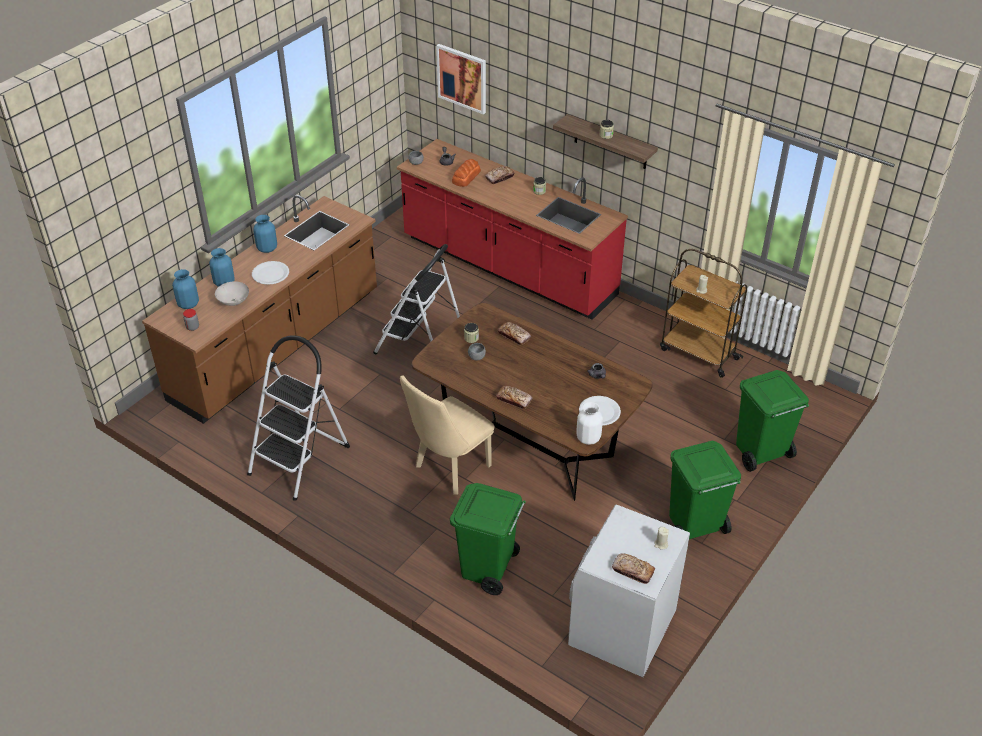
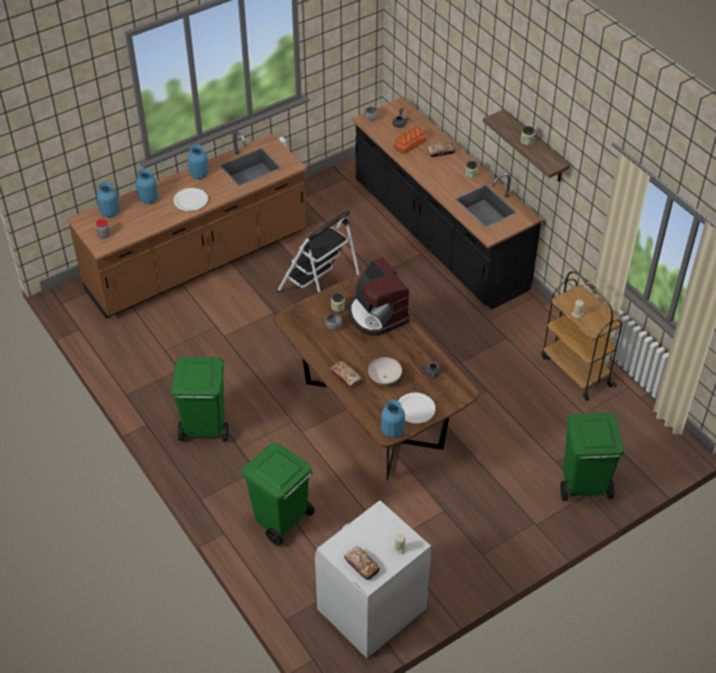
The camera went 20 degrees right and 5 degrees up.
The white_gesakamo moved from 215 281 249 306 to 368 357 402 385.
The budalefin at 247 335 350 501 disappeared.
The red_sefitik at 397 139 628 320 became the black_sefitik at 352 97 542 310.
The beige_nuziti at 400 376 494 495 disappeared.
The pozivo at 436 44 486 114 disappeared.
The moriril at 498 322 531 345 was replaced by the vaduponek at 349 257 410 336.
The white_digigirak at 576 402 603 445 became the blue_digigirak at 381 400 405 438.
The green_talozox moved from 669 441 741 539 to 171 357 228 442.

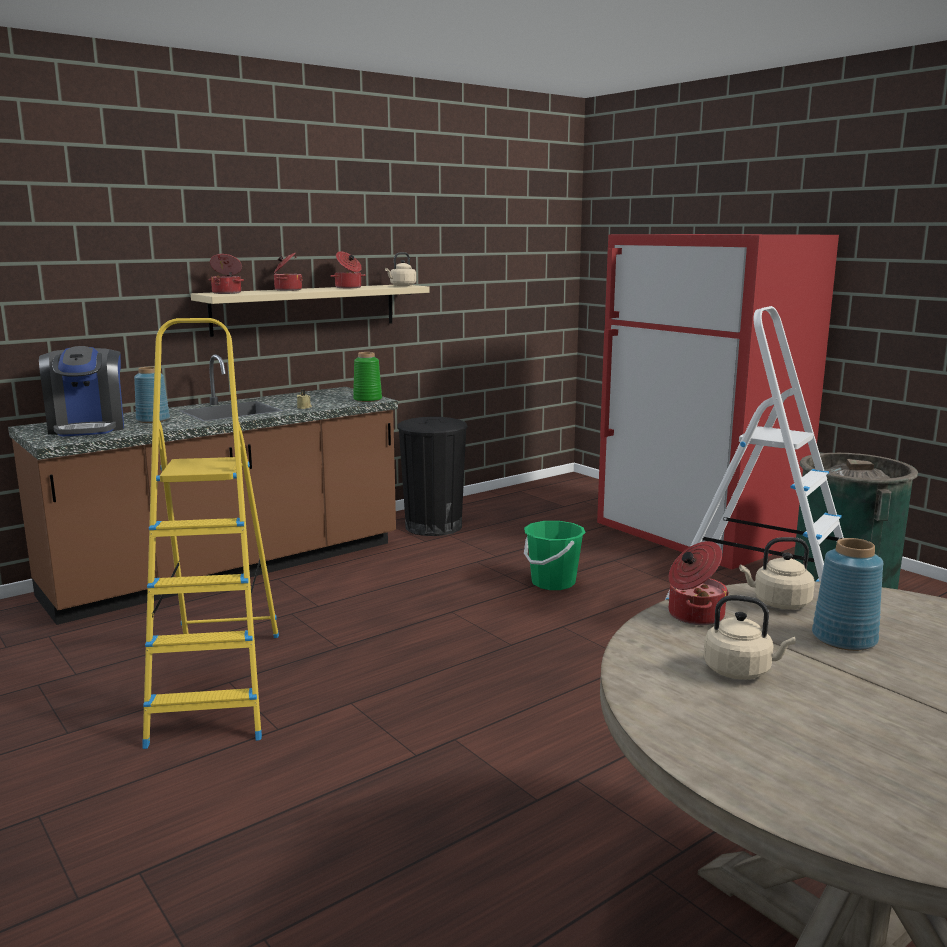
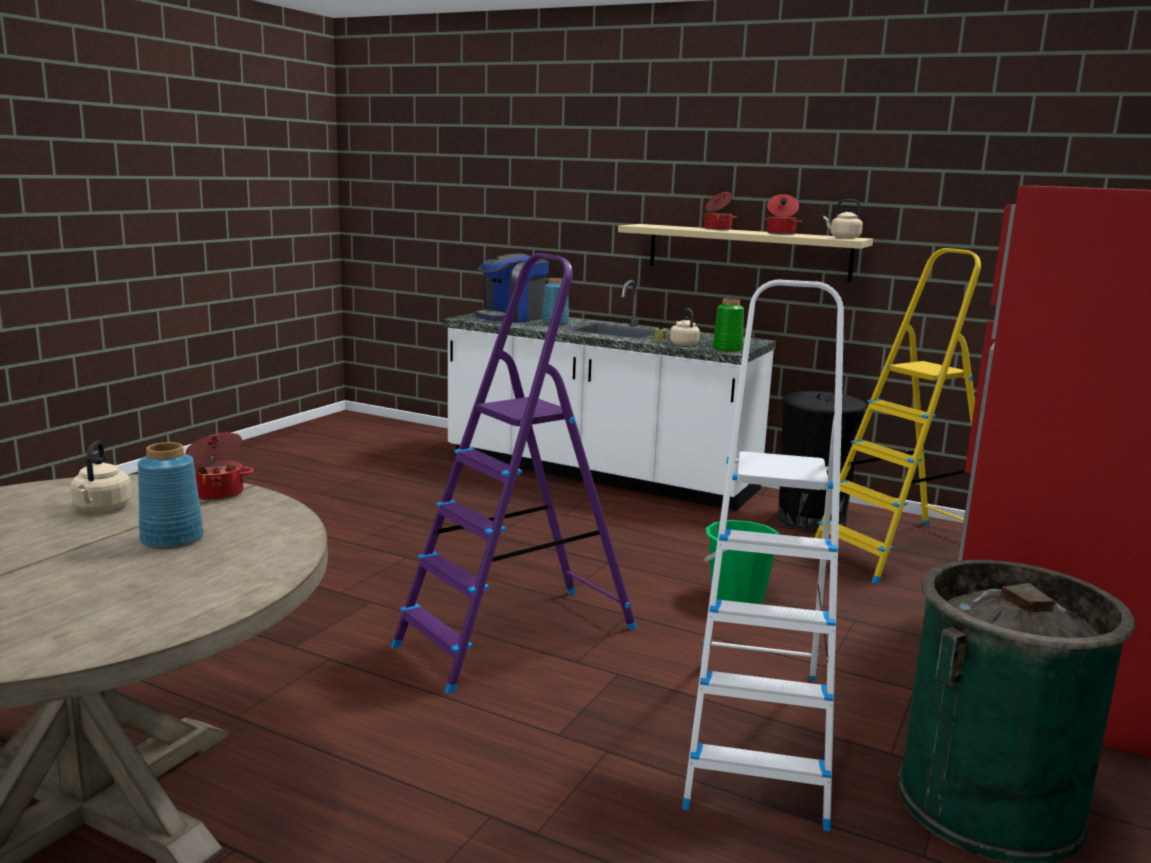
The camera went 65 degrees right and 0 degrees up.
The brown_sefitik at 8 354 398 625 became the white_sefitik at 443 280 776 511.
The yellow_budalefin moved from 142 318 279 749 to 814 248 981 583.
The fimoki at 208 254 244 294 disappeared.
The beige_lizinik moved from 739 537 815 609 to 670 308 700 346.
The purple_budalefin at 391 253 637 694 appeared.

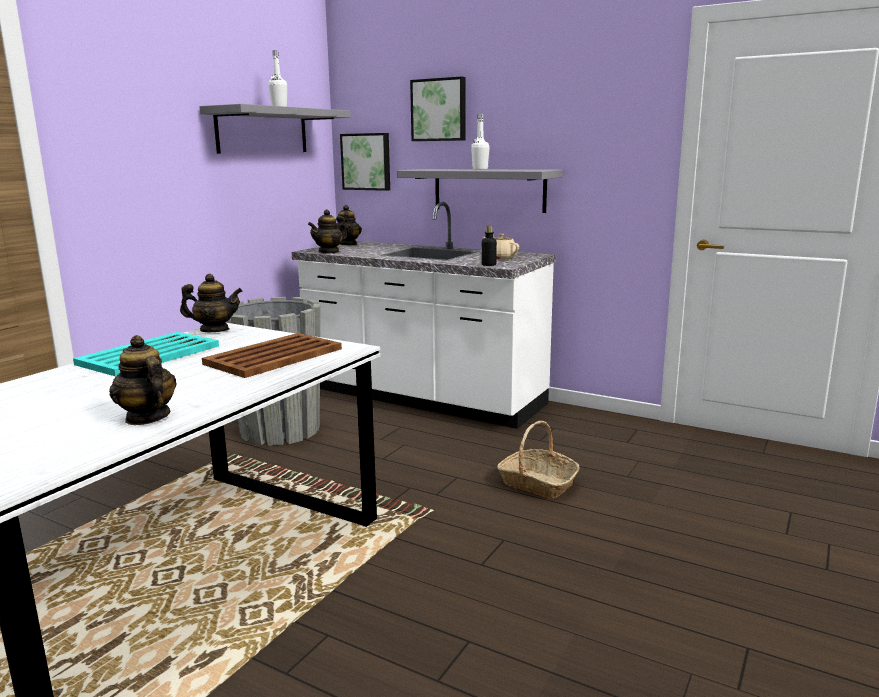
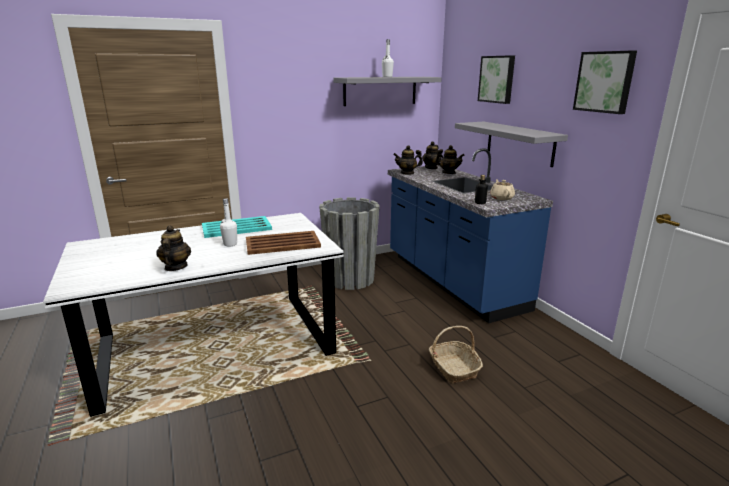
The camera went 35 degrees right and 5 degrees up.
The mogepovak moved from 180 274 242 332 to 435 145 465 174.
The white_sefitik at 291 202 556 429 became the blue_sefitik at 388 148 553 323.
The pozivo moved from 340 133 390 191 to 573 51 637 114.
The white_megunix moved from 471 114 490 170 to 220 198 237 246.

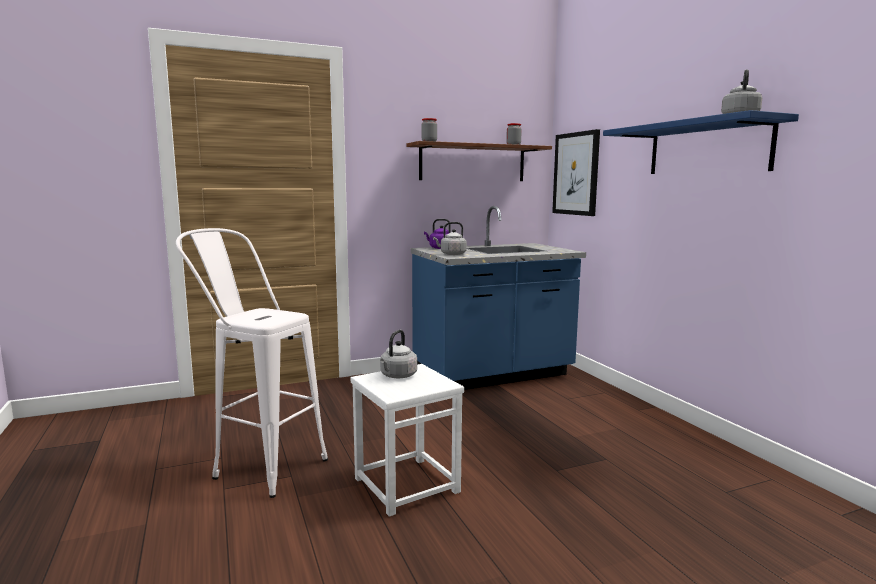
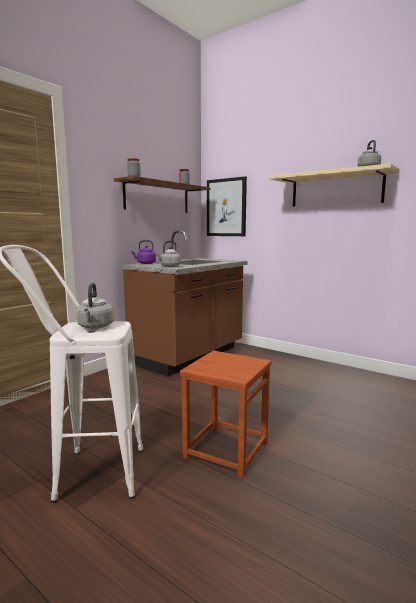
The camera went 30 degrees left and 0 degrees up.
The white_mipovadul at 351 364 464 517 became the brown_mipovadul at 180 351 272 478.
The grey_lizinik moved from 380 330 417 378 to 76 283 114 329.
The blue_sefitik at 411 206 586 390 became the brown_sefitik at 122 230 247 376.
The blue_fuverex at 603 110 799 174 became the beige_fuverex at 269 163 400 206.

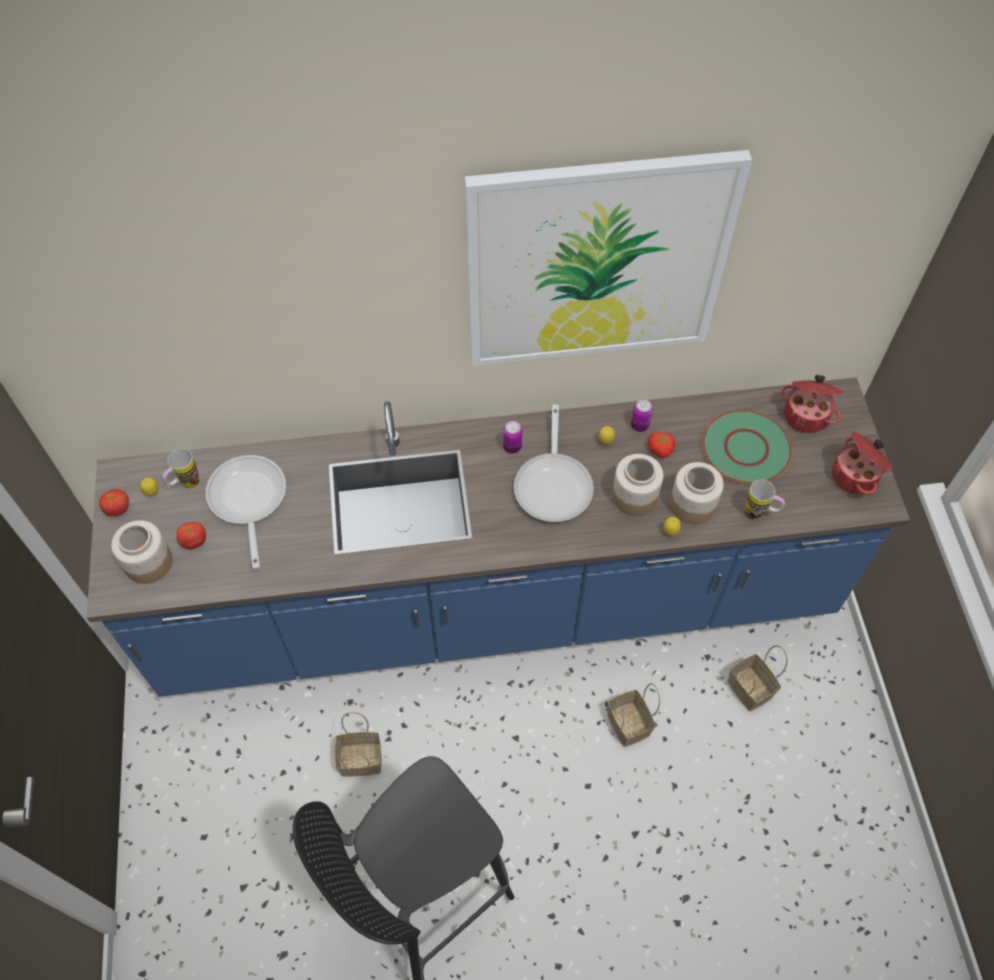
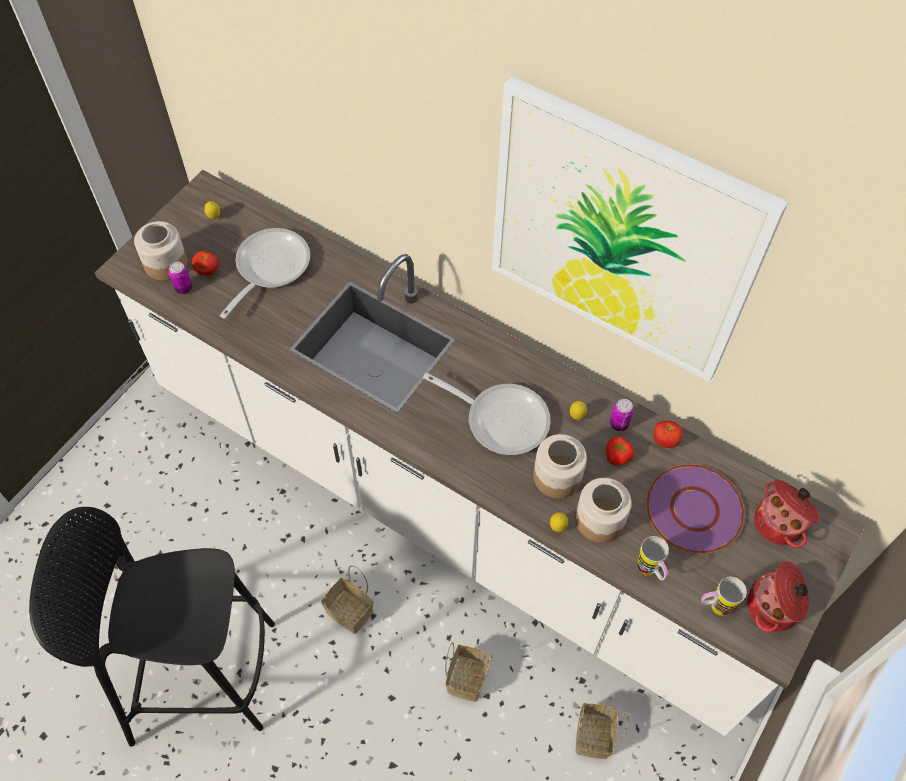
The camera went 40 degrees right and 0 degrees up.
The blue_sefitik at 87 377 910 697 became the white_sefitik at 95 170 866 736.
The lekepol moved from 99 489 129 516 to 654 421 683 448.
The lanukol moved from 162 448 199 488 to 701 577 747 616.
The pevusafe moved from 335 712 381 776 to 321 565 373 634.
The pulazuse moved from 503 421 522 453 to 168 262 193 294.
The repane at 514 404 594 522 turned 105 degrees counterclockwise.
The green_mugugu at 702 410 792 484 became the purple_mugugu at 646 464 744 554.

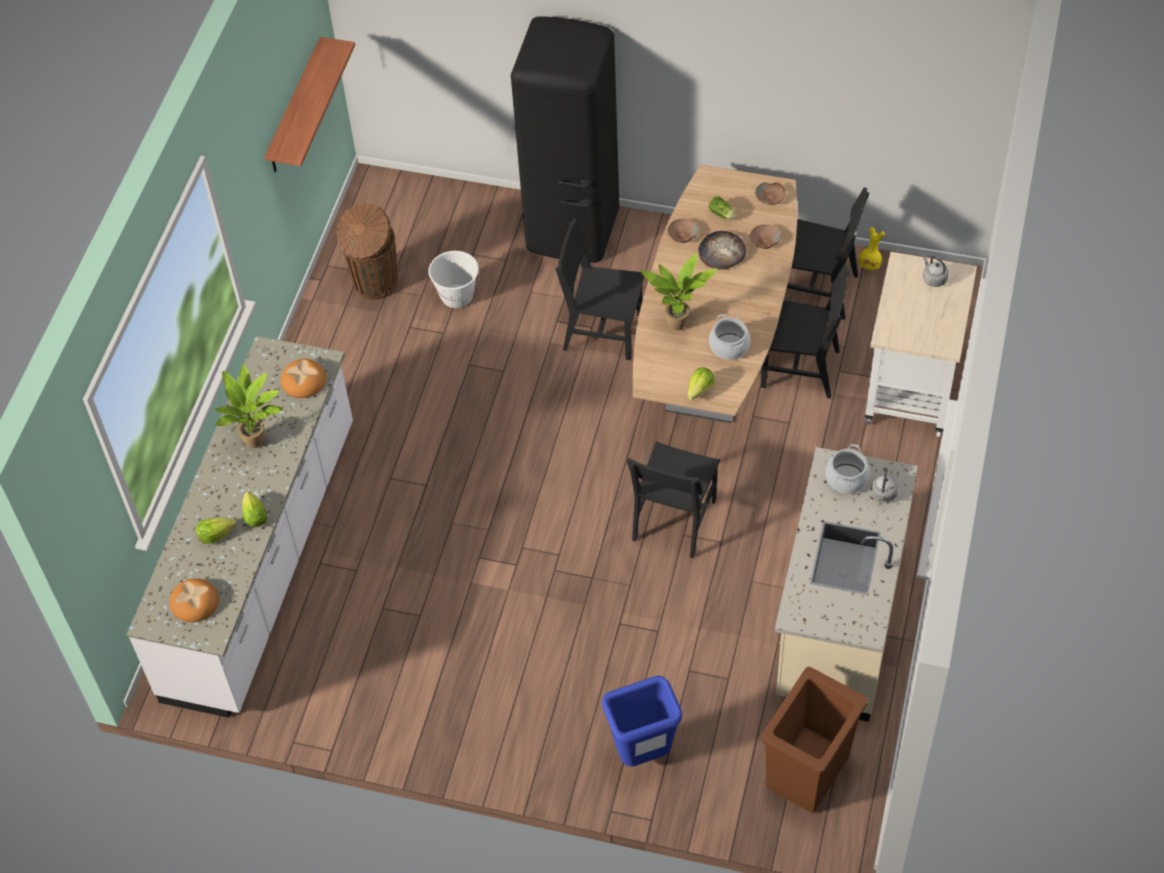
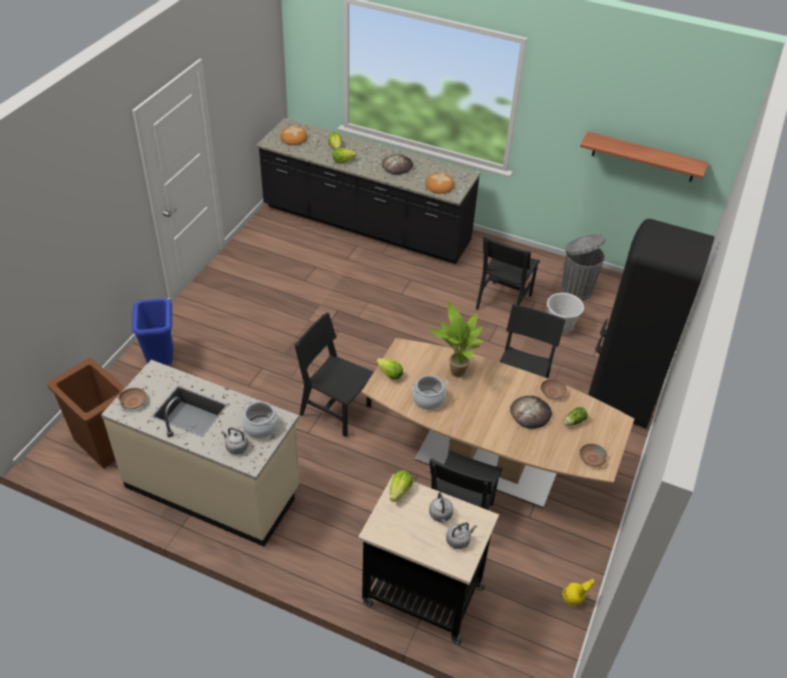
The camera went 95 degrees right and 10 degrees down.
The white_sefitik at 127 336 353 718 became the black_sefitik at 256 118 481 264.
The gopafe at 214 364 283 448 was replaced by the moriril at 382 154 413 175.
The brown_talozox at 337 203 398 300 became the grey_talozox at 561 234 606 301.
The brown_gesakamo moved from 750 224 781 249 to 118 388 147 409.
The black_nuziti moved from 787 187 869 320 to 476 236 540 310.
The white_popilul at 865 252 977 437 became the black_popilul at 358 474 499 645.
The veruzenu at 390 470 413 502 appeared.
The grey_lizinik at 429 492 453 523 appeared.

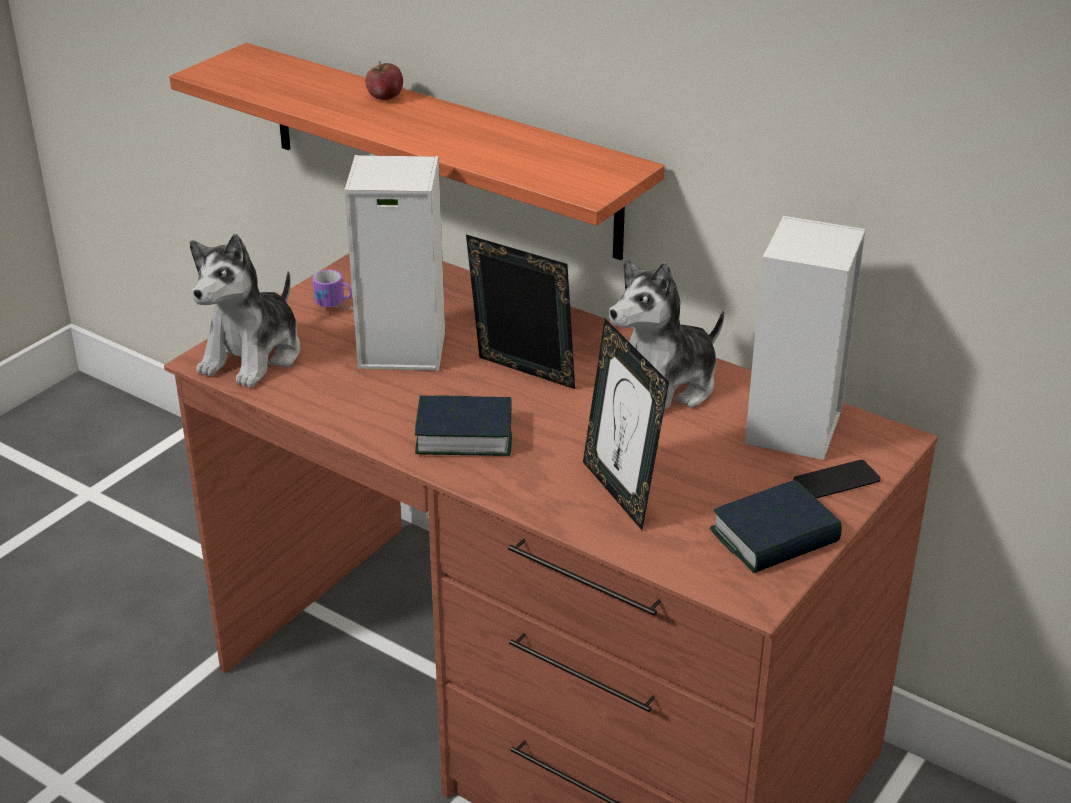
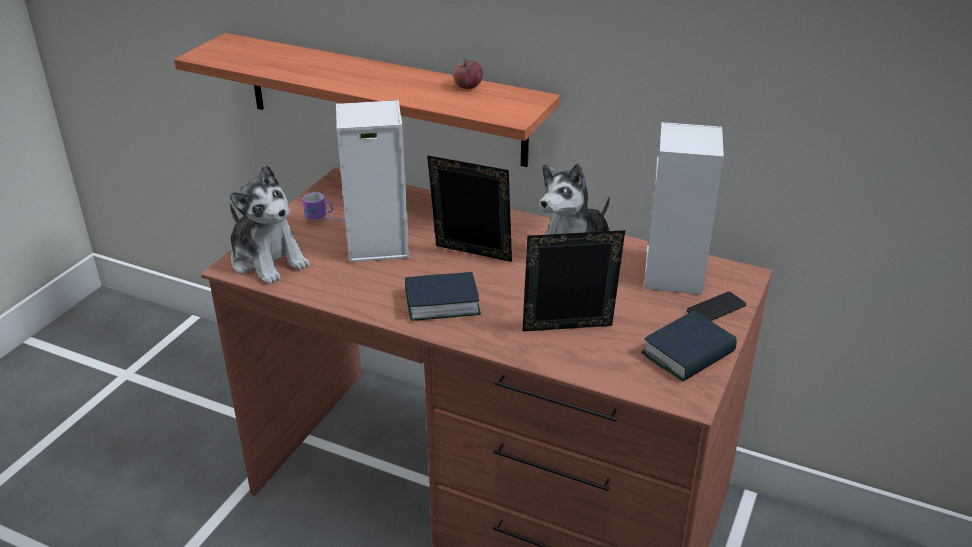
The camera went 10 degrees left and 0 degrees up.
The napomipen at 190 234 300 388 turned 60 degrees counterclockwise.
The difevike moved from 365 61 403 100 to 453 59 483 89.
The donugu at 583 319 669 530 turned 120 degrees clockwise.

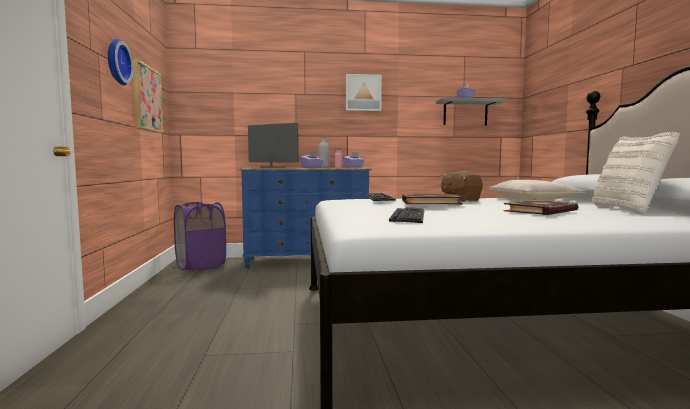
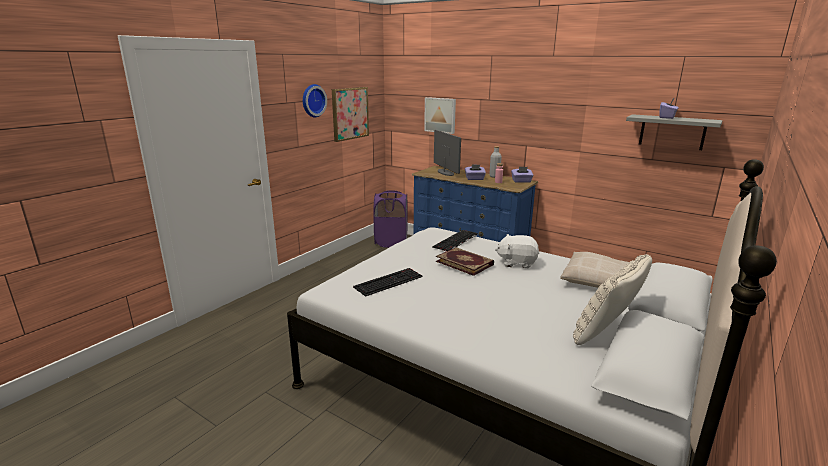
The camera went 40 degrees right and 15 degrees up.
The pozivo moved from 346 74 381 111 to 424 97 456 134.
The brown_napomipen at 440 171 483 202 became the white_napomipen at 495 234 539 268.
The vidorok at 504 200 578 215 disappeared.

